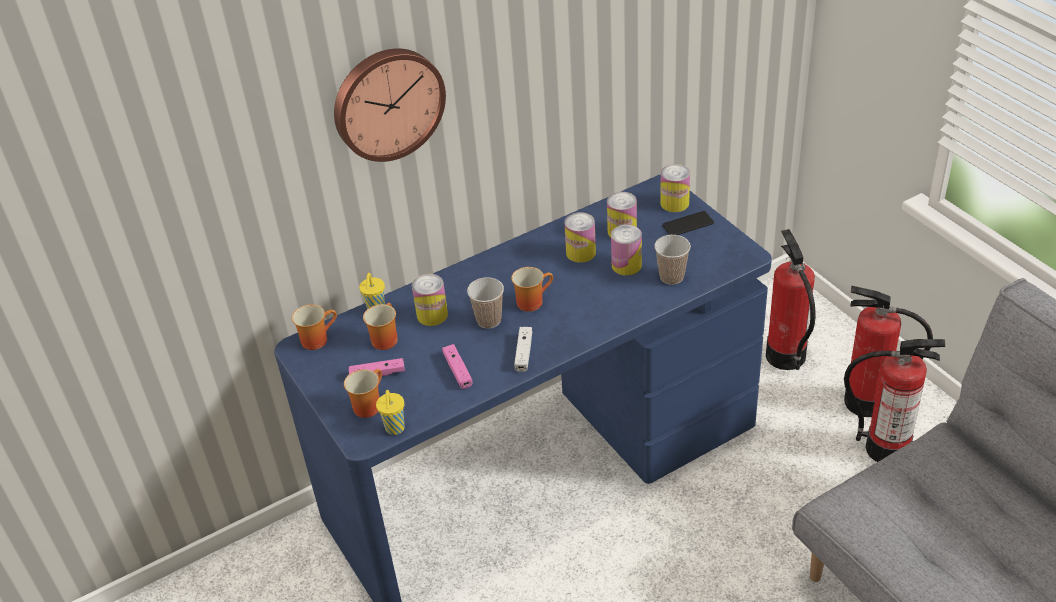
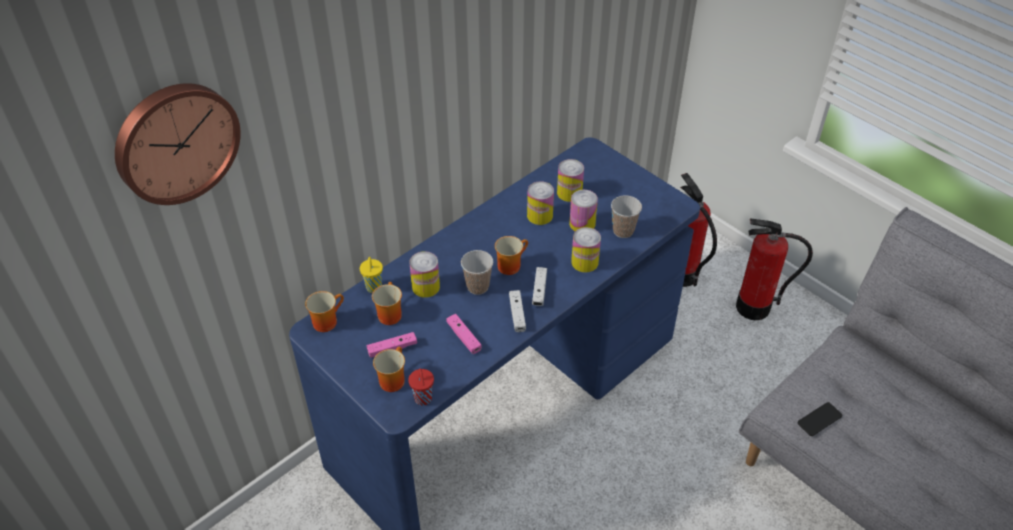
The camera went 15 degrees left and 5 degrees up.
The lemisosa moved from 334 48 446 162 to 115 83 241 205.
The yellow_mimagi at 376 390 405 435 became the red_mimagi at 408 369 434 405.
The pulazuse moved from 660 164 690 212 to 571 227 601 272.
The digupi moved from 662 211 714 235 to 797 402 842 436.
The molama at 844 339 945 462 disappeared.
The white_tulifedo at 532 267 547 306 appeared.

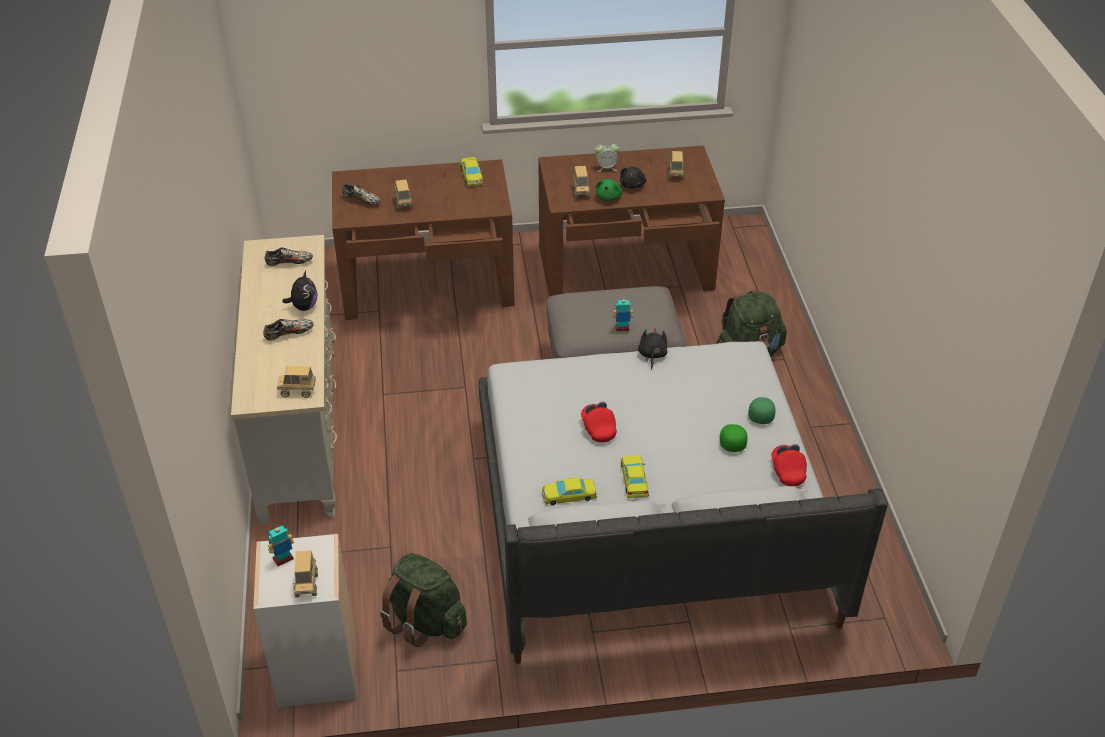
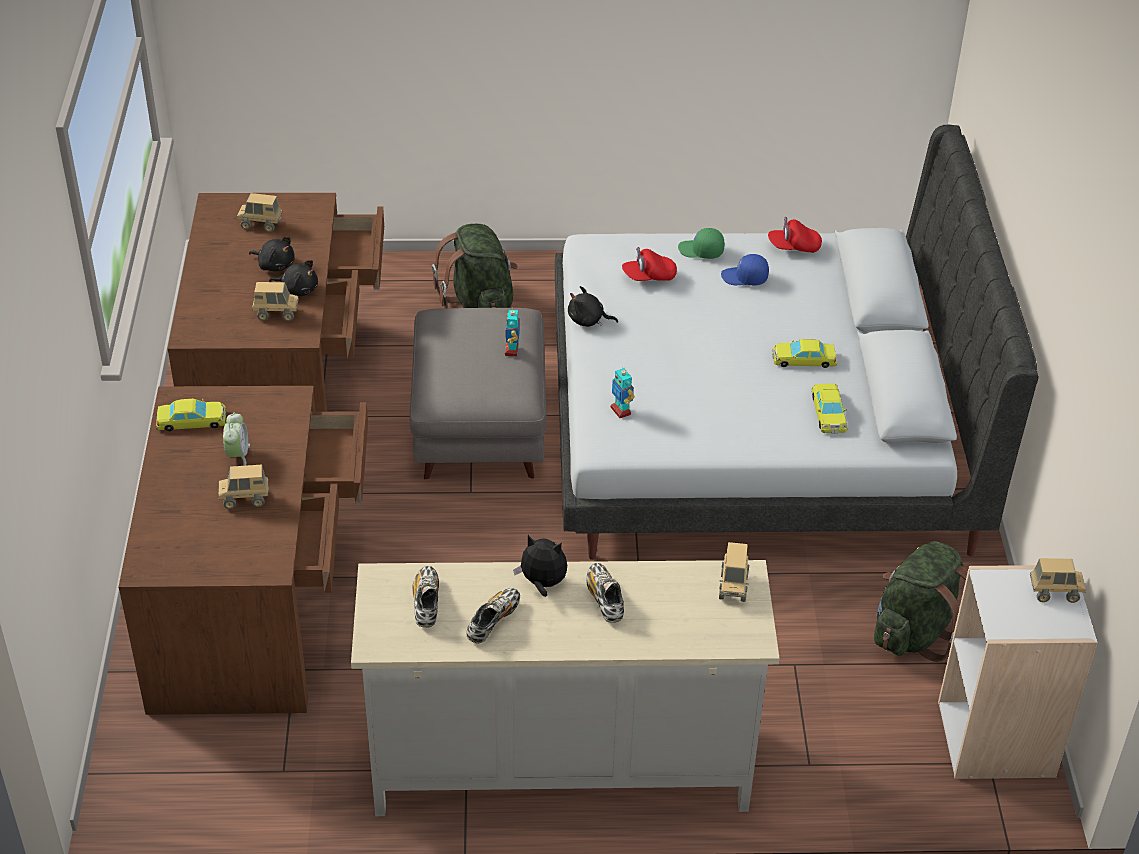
The camera went 85 degrees left and 0 degrees up.
The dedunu moved from 268 525 294 566 to 611 366 635 418.
The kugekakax moved from 342 183 380 205 to 466 588 520 643.
The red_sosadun moved from 581 402 617 443 to 622 247 677 281.
The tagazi moved from 595 141 619 172 to 223 413 250 466.
The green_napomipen at 596 179 622 201 became the black_napomipen at 269 260 318 296.
The green_sosadun at 720 424 748 452 became the blue_sosadun at 721 254 769 285.

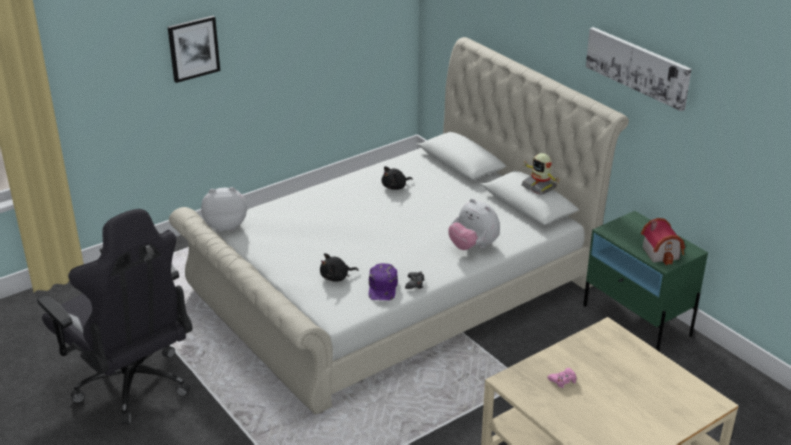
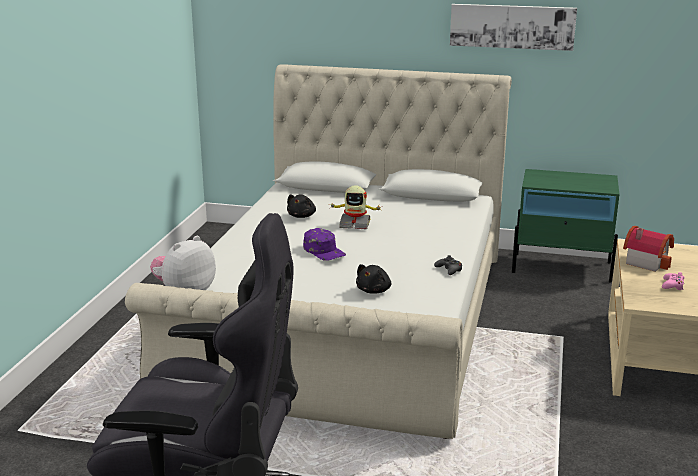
The camera went 40 degrees left and 10 degrees down.
The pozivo at 168 16 220 83 disappeared.
The purple_sosadun moved from 369 263 398 300 to 303 228 346 261.
The napomipen at 448 199 500 250 disappeared.
The dedunu moved from 521 153 561 195 to 329 185 383 229.
The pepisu moved from 641 218 685 265 to 623 226 674 272.

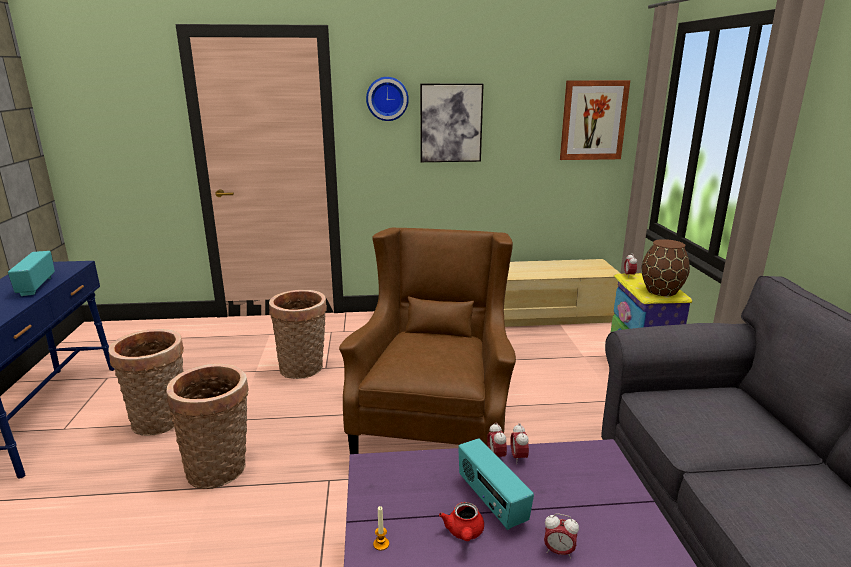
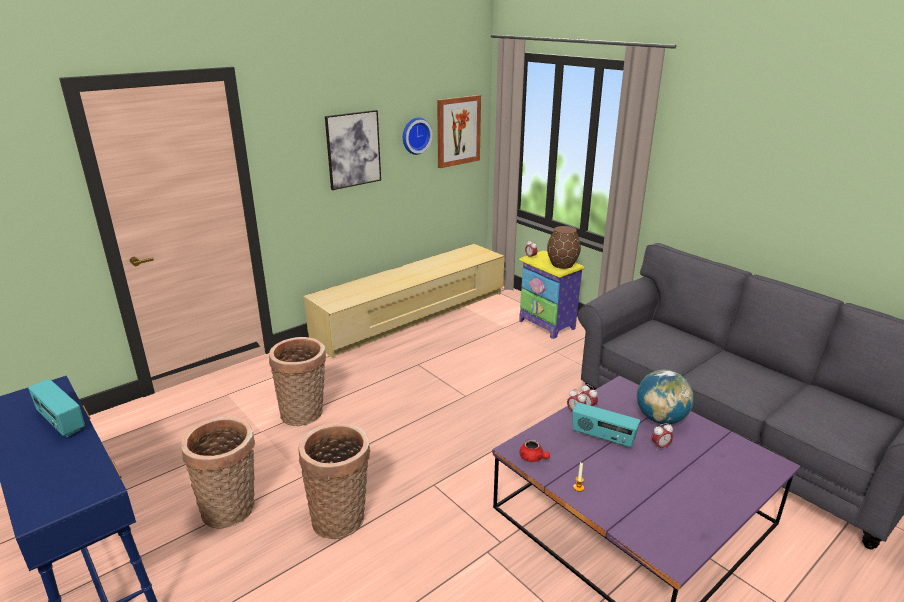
The camera went 35 degrees left and 5 degrees up.
The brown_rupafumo at 339 228 516 454 disappeared.
The lemisosa moved from 366 77 409 121 to 403 118 433 155.
The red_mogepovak moved from 439 502 484 541 to 519 439 550 462.
The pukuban at 637 369 694 424 appeared.

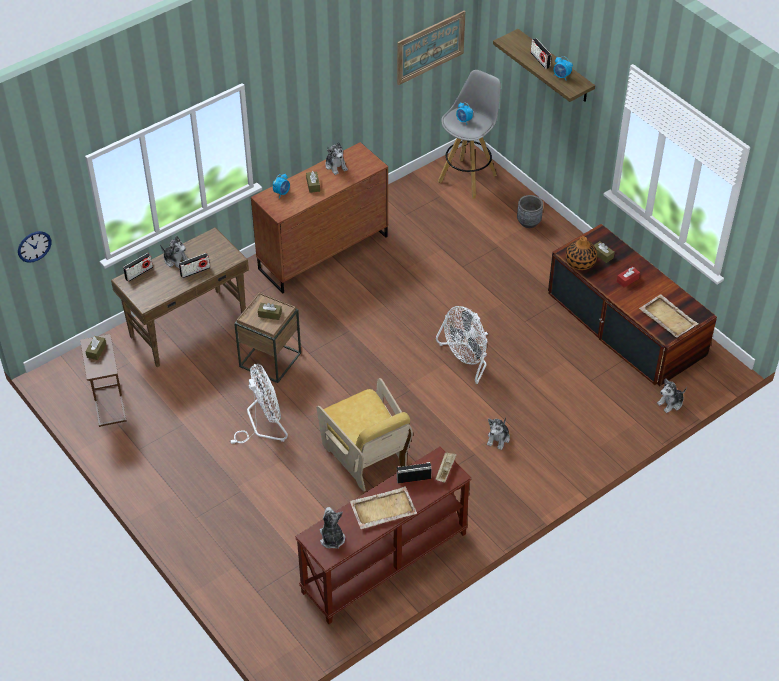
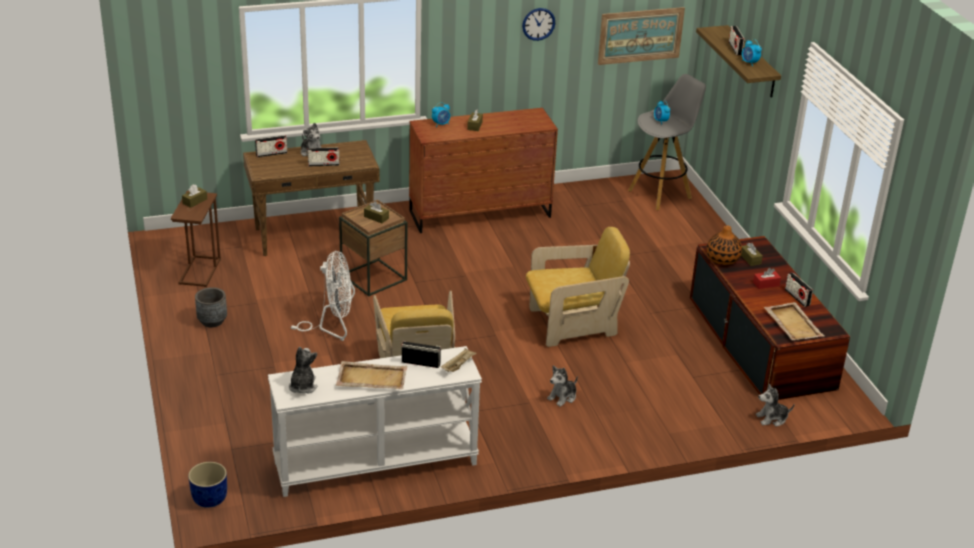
The camera went 20 degrees right and 15 degrees down.
The lemisosa moved from 18 231 52 263 to 522 8 555 41.
The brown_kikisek at 295 447 471 624 became the white_kikisek at 268 346 482 497.
The napomipen at 325 142 348 175 disappeared.
The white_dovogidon at 436 306 489 384 was replaced by the yellow_rupafumo at 526 227 630 347.
The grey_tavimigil moved from 517 195 543 228 to 195 287 227 328.
The blue_tavimigil at 188 462 227 508 appeared.
The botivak at 785 273 813 307 appeared.

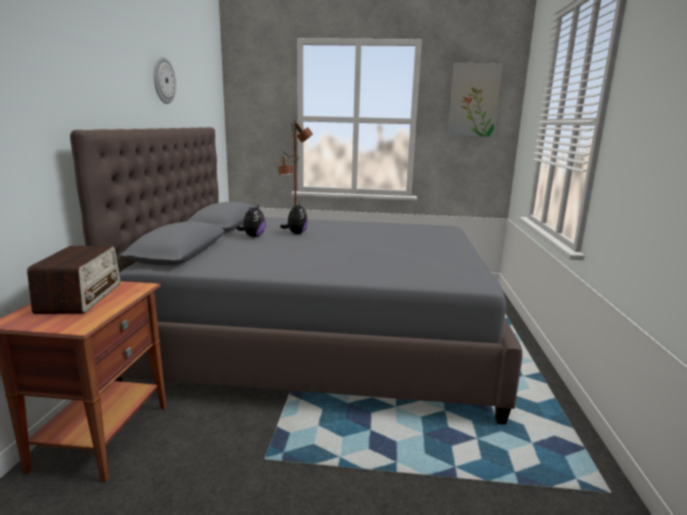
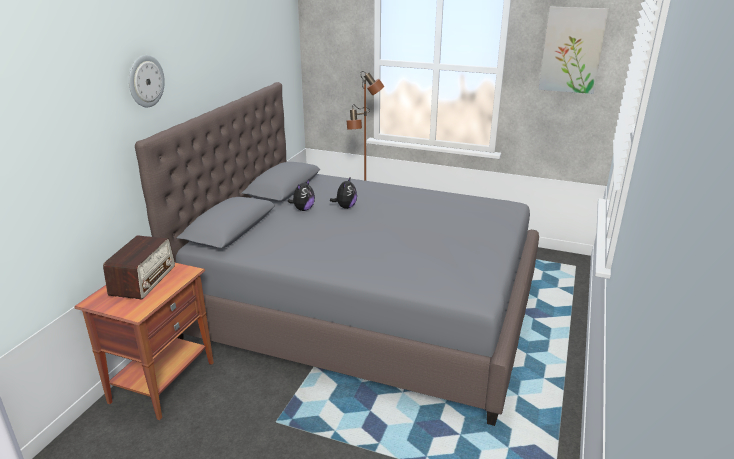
The camera went 15 degrees right and 10 degrees up.
The lemisosa moved from 154 57 176 104 to 129 55 165 107.

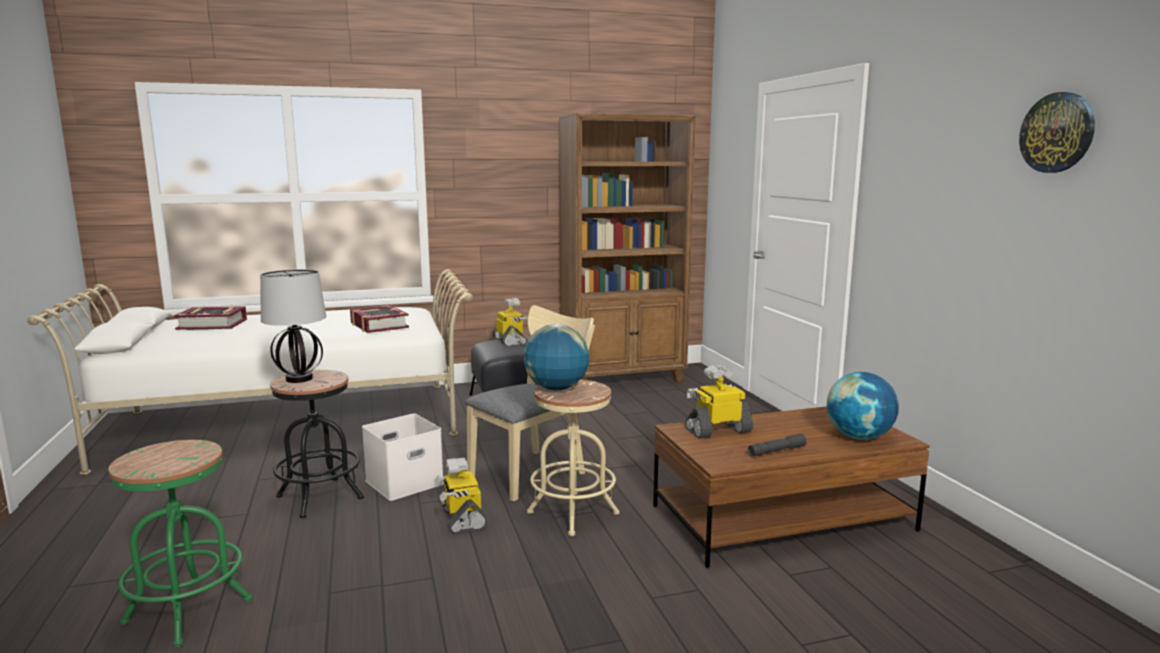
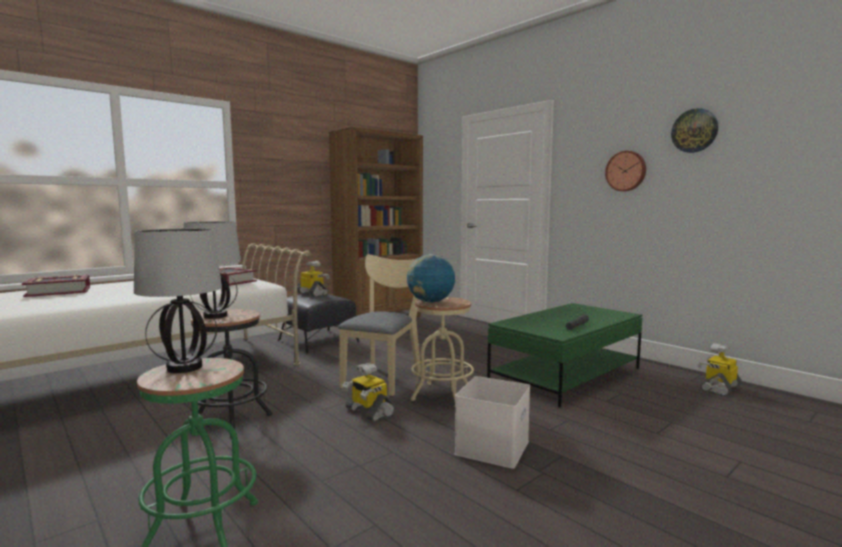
The camera went 25 degrees left and 5 degrees down.
The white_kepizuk moved from 362 413 444 501 to 454 376 530 469.
The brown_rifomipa at 653 406 930 568 became the green_rifomipa at 487 303 643 408.
The dedunu moved from 685 365 753 438 to 698 343 741 396.
The pukuban at 827 372 899 440 disappeared.
The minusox at 134 228 222 373 appeared.
The lemisosa at 605 151 646 191 appeared.

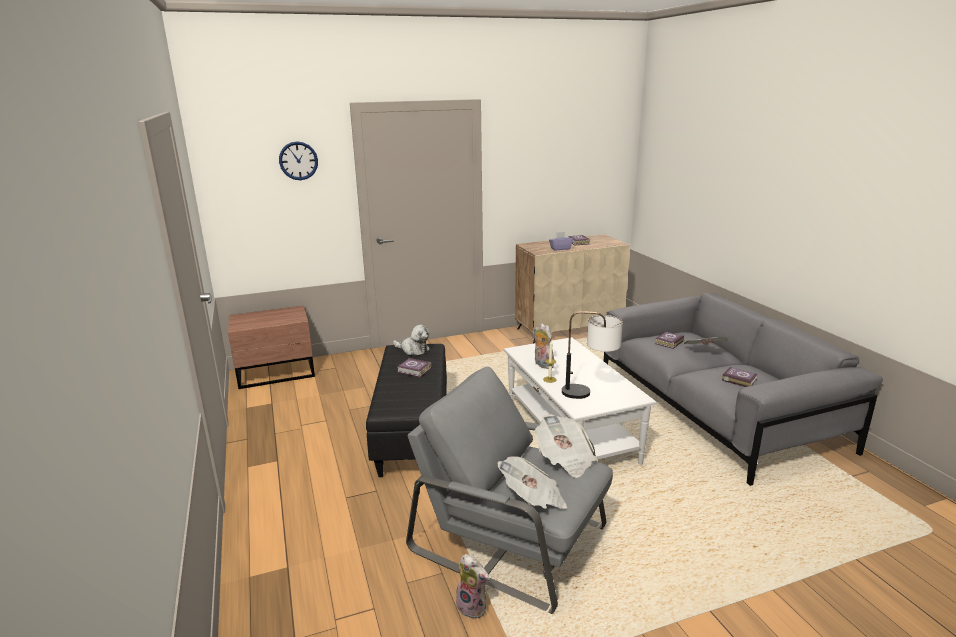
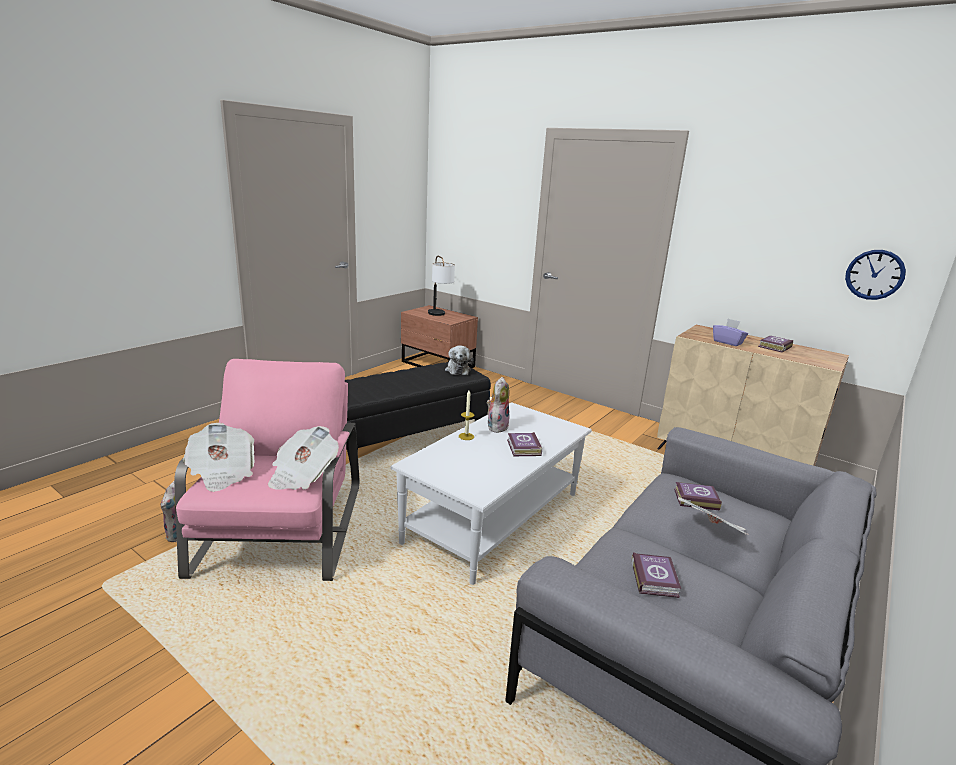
The camera went 55 degrees right and 0 degrees up.
The lemisosa moved from 279 141 318 180 to 845 250 906 300.
The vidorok moved from 397 358 431 377 to 507 432 542 456.
The grey_rupafumo at 406 366 613 614 became the pink_rupafumo at 174 359 359 581.
The minusox moved from 562 311 623 399 to 428 256 455 316.

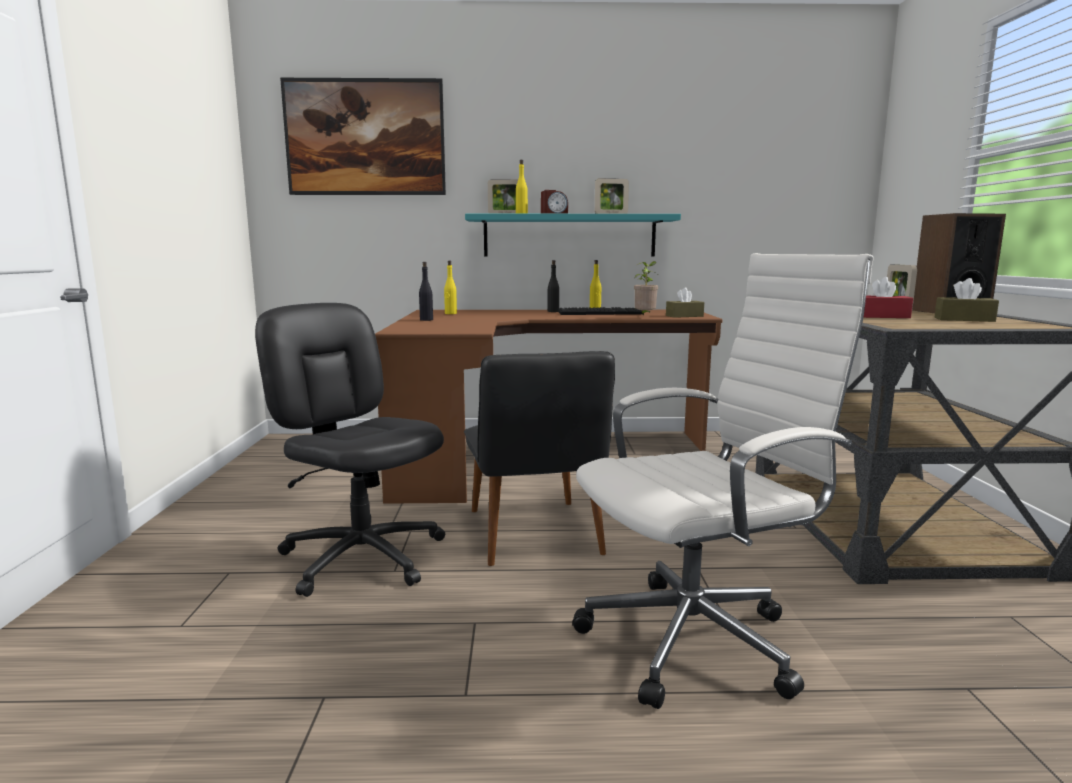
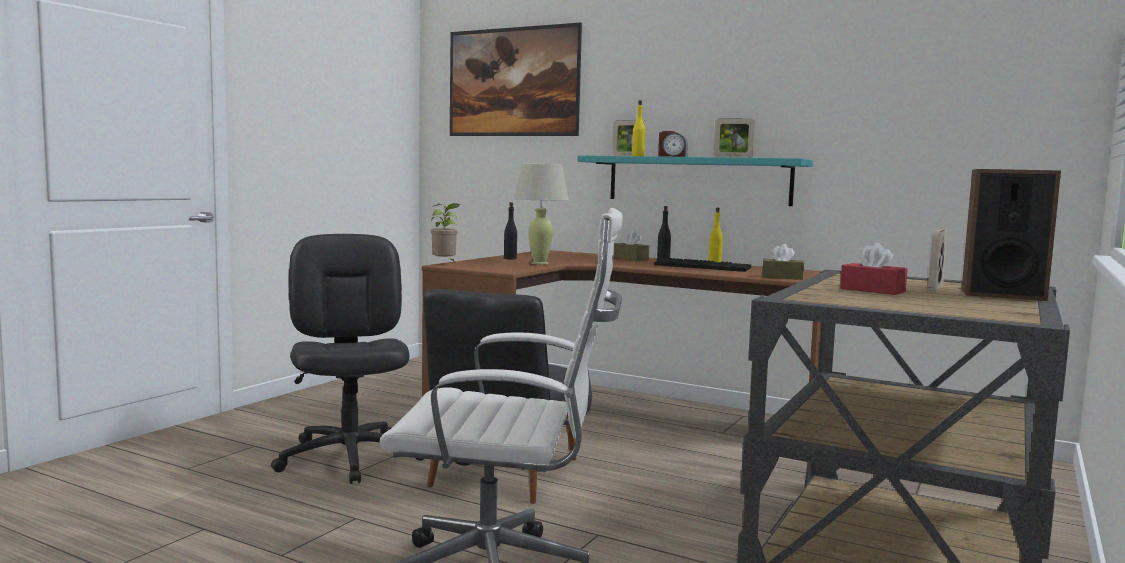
The camera went 30 degrees right and 5 degrees down.
The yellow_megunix at 444 261 457 314 disappeared.
The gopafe moved from 634 261 658 315 to 431 203 460 262.
The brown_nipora moved from 935 278 999 322 to 614 230 649 261.
The beige_minusox at 514 164 569 265 appeared.

